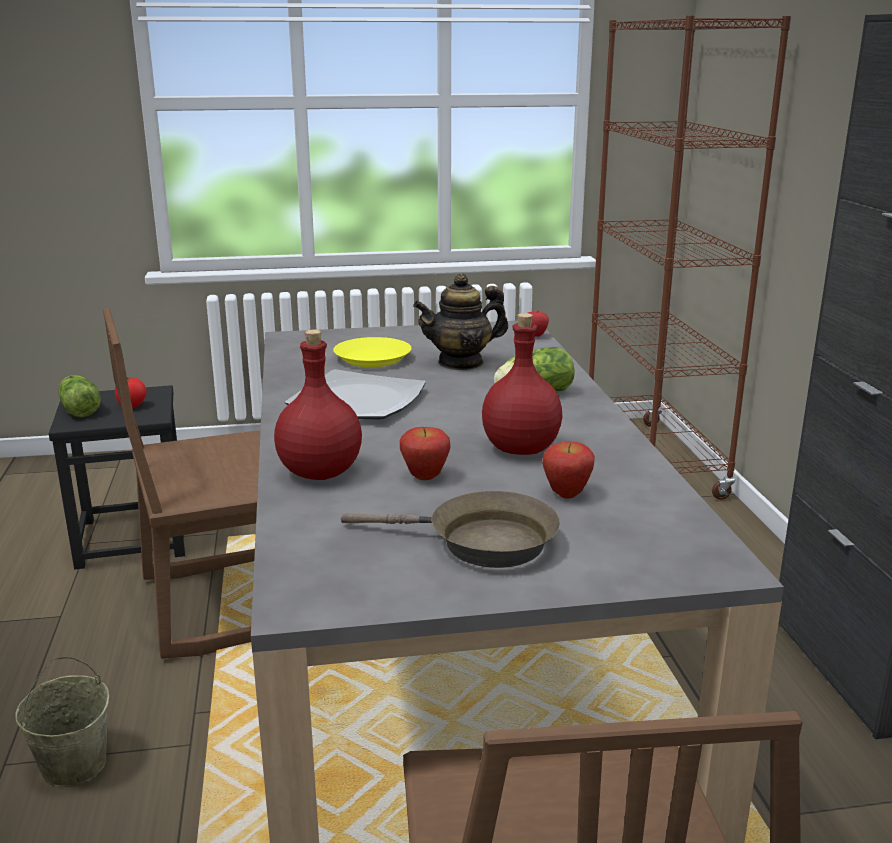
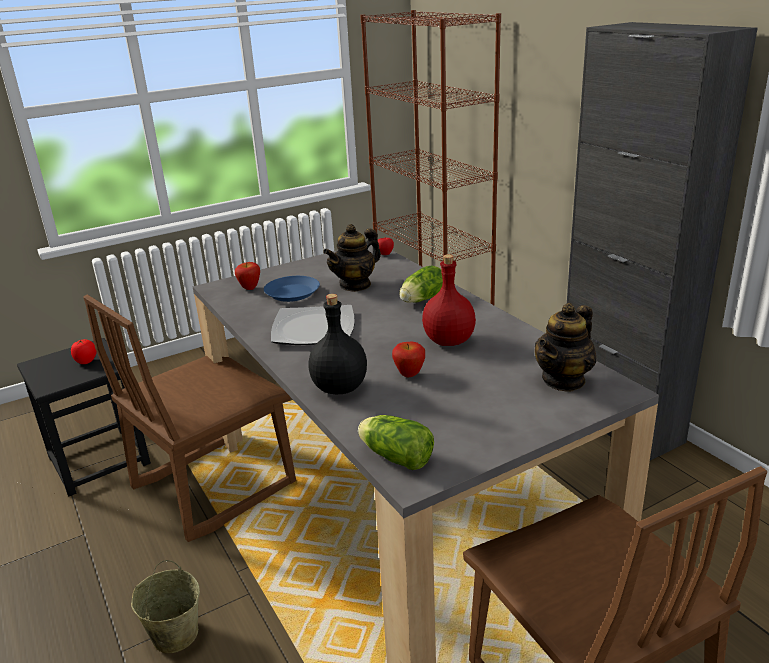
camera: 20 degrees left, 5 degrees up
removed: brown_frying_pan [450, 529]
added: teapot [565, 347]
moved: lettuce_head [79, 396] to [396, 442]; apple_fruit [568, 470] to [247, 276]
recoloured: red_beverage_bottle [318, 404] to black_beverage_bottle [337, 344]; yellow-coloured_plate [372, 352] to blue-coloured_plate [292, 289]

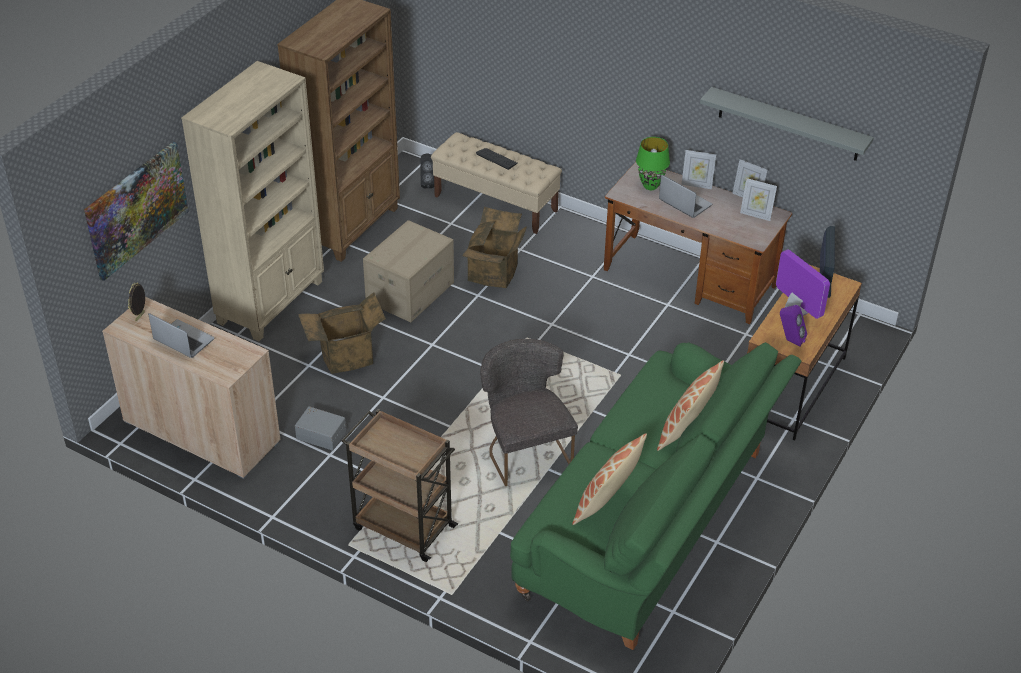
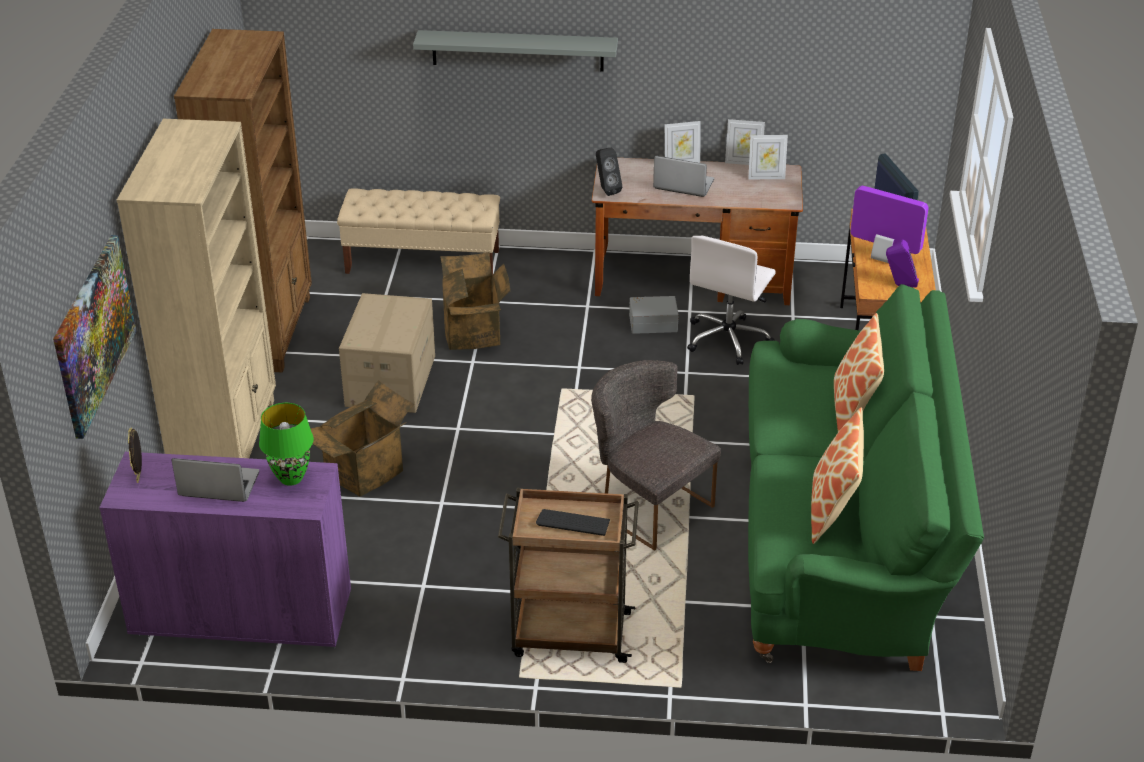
camera: 25 degrees left, 5 degrees down
added: white-coloured_computer_chair [731, 300]
moved: greyish_storage_container [320, 428] to [654, 315]; black_audio_speaker [427, 170] to [609, 172]; computer_keyboard [496, 159] to [573, 522]; green_tabletop_lamp [653, 163] to [286, 444]; greyish_shelf [787, 124] to [515, 51]
recoloured: beige_cupboard [191, 388] to purple_cupboard [225, 550]

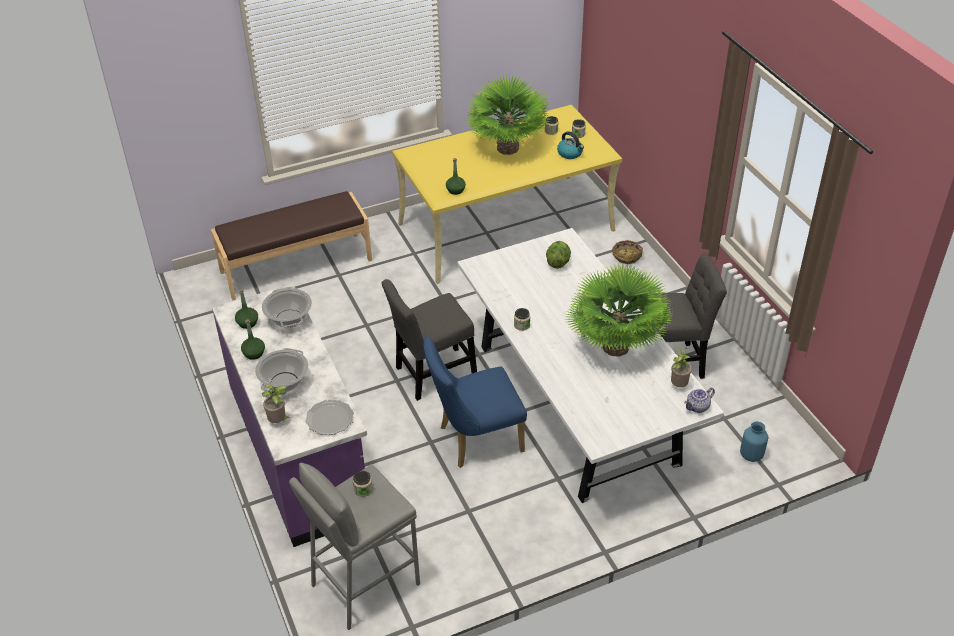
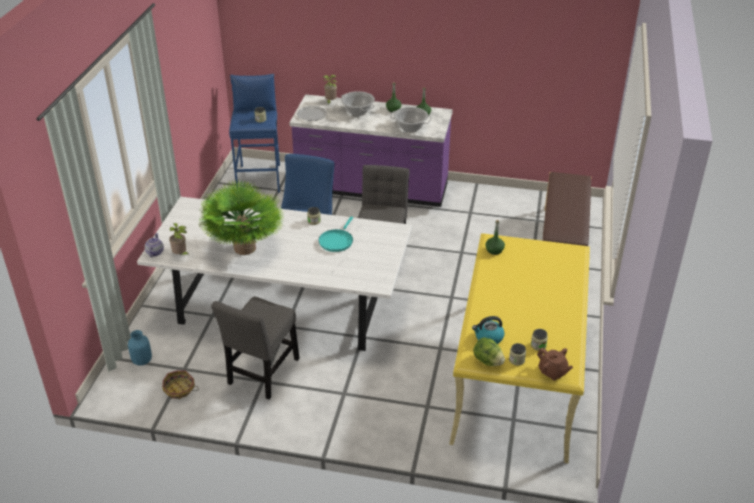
camera: 125 degrees right, 5 degrees down
removed: plant_in_a_pot [508, 114]
added: turquoise-coloured_frying_pan [336, 234]; brown_teapot [555, 363]
moved: lettuce_head [558, 255] to [489, 351]; basket [627, 252] to [180, 384]
recoloured: greyish_stool [354, 546] to blue-coloured_stool [254, 133]

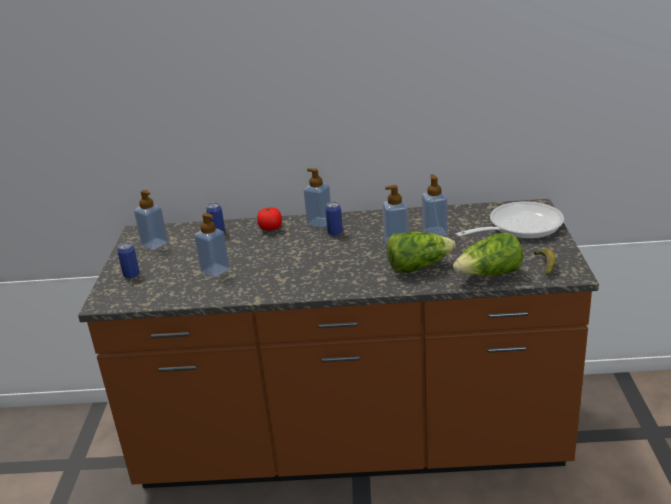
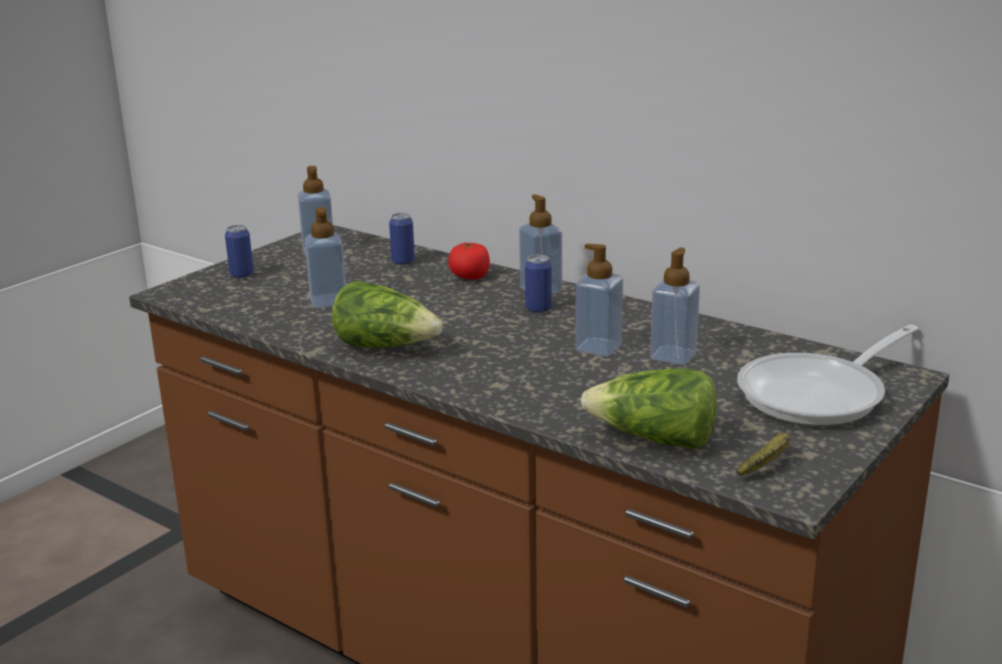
camera: 35 degrees right, 5 degrees down
moved: lettuce_head [421, 252] to [387, 314]
turned: frying_pan [510, 220] = [828, 375] 135 degrees clockwise

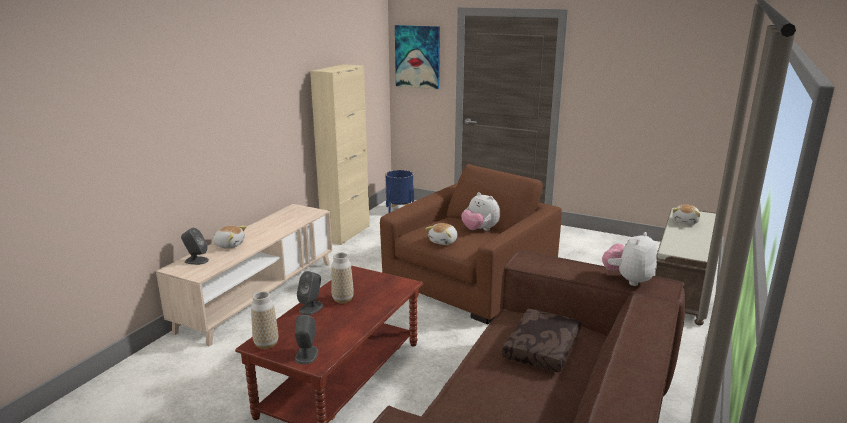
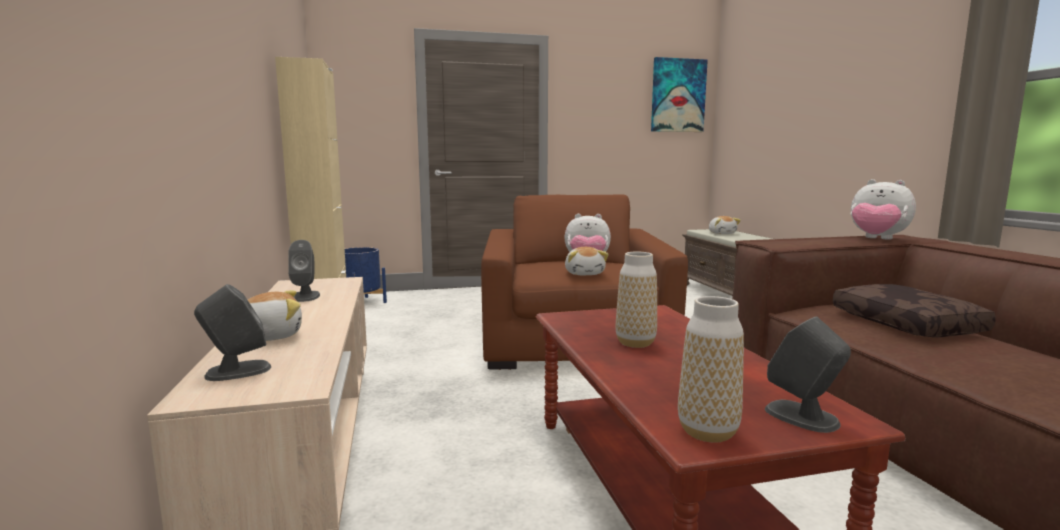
camera: 40 degrees left, 10 degrees down
moved: greyish_audio_speaker [310, 293] to [304, 271]; wall_art [417, 57] to [679, 94]
turned: soft_toy [629, 259] = [883, 209] 45 degrees counterclockwise

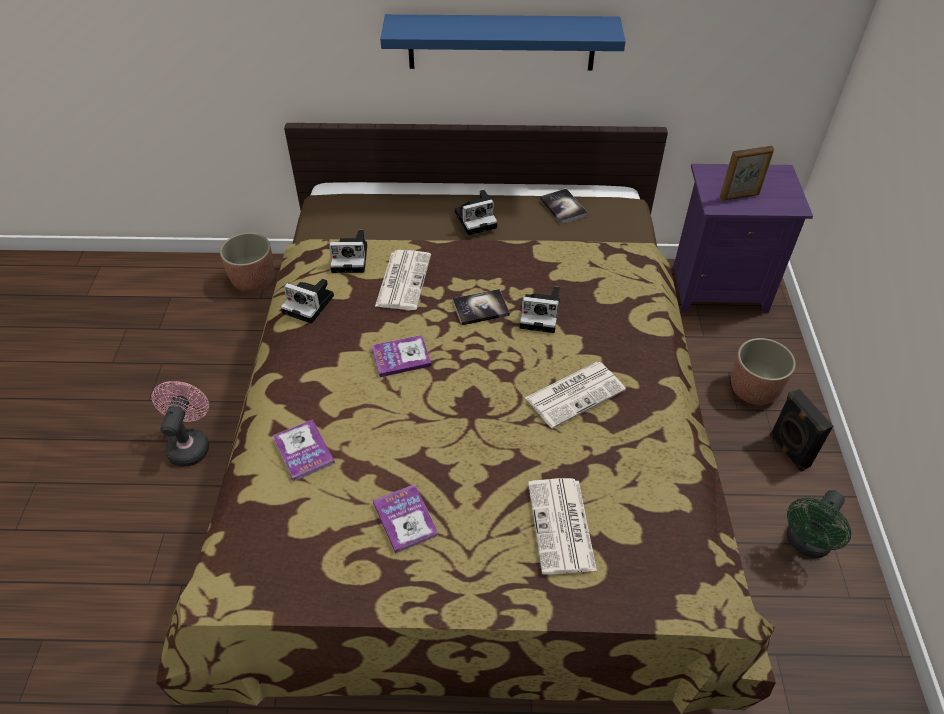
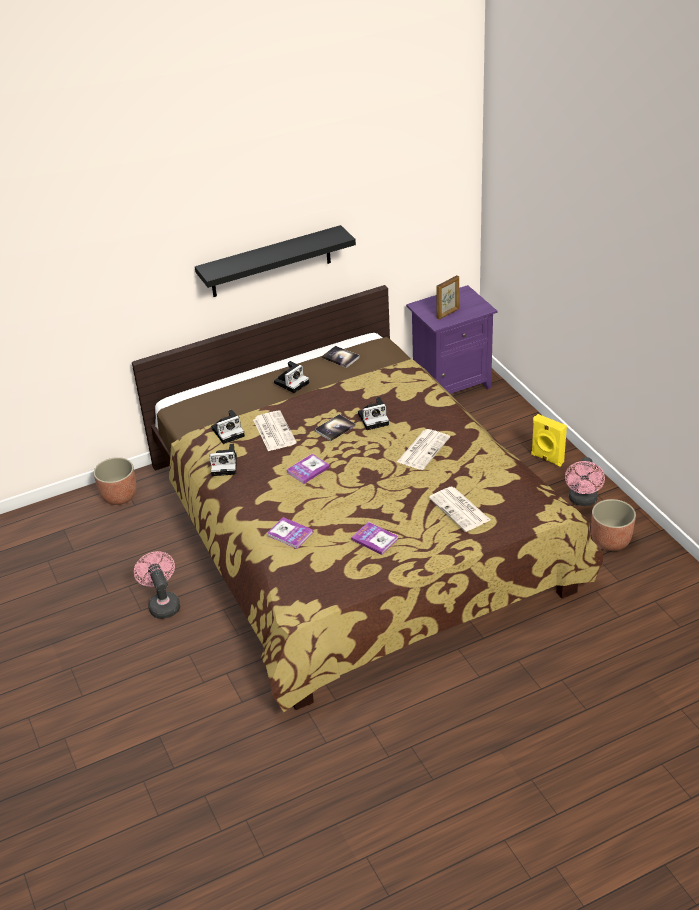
camera: 25 degrees left, 10 degrees down
moved: flower_pot [763, 371] to [613, 525]
recoloured: blue-coloured_shelf [503, 42] to black_shelf [275, 261]; black_audio_speaker [801, 430] to yellow-coloured_audio_speaker [549, 440]; green_cooling_fan [819, 524] to pink_cooling_fan [585, 481]

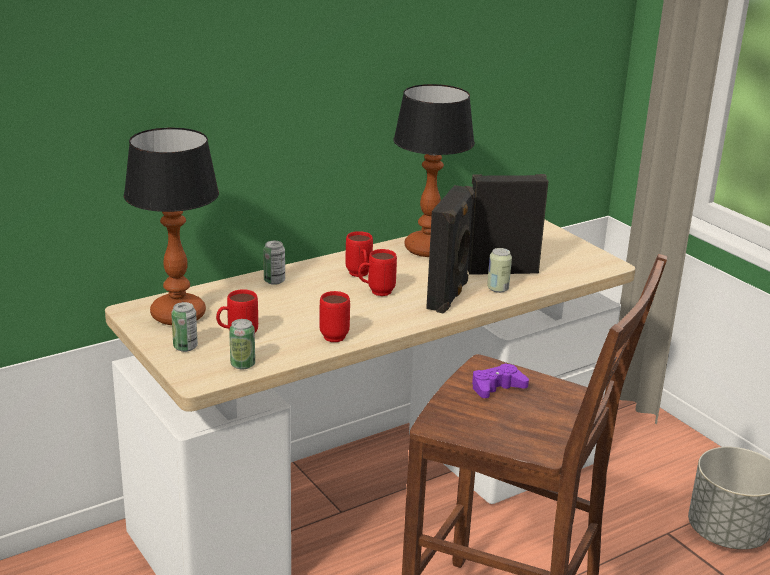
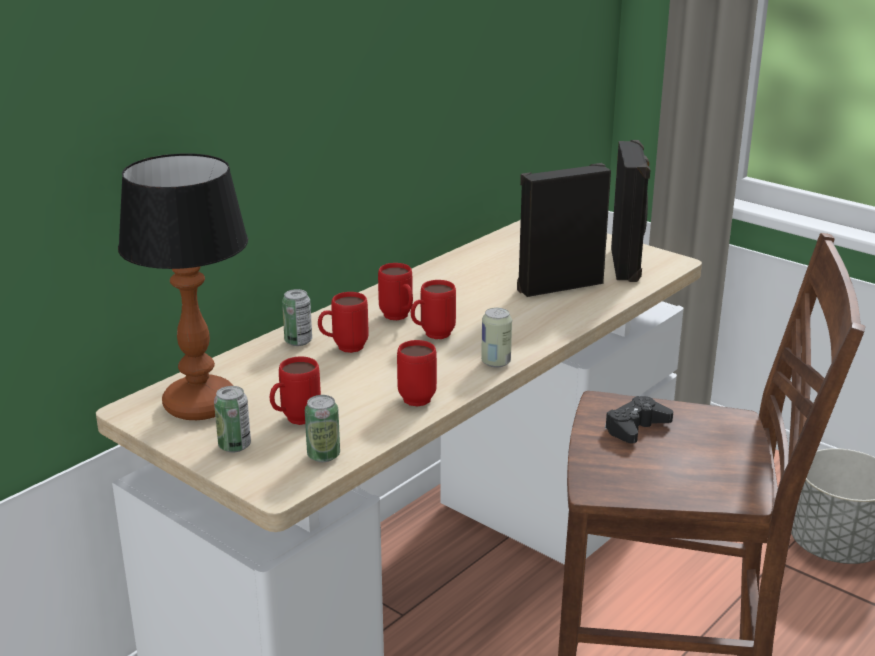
camera: 15 degrees left, 0 degrees up
removed: tabletop_lamp [434, 170]
added: red_mug [343, 322]
moved: black_audio_speaker [450, 249] to [630, 211]; can [499, 270] to [496, 337]
recoloured: purple_joypad [500, 380] to black_joypad [639, 420]

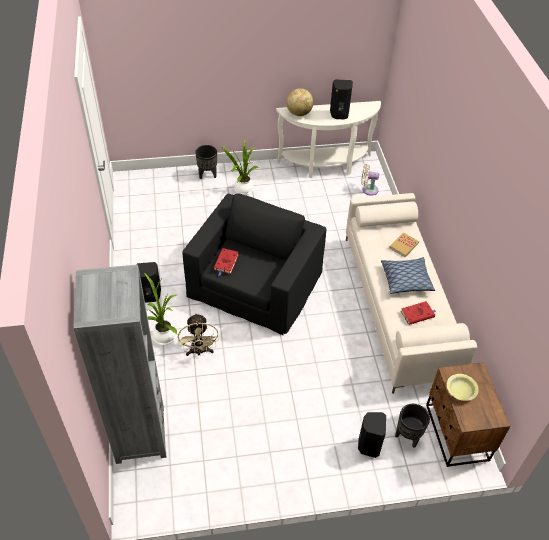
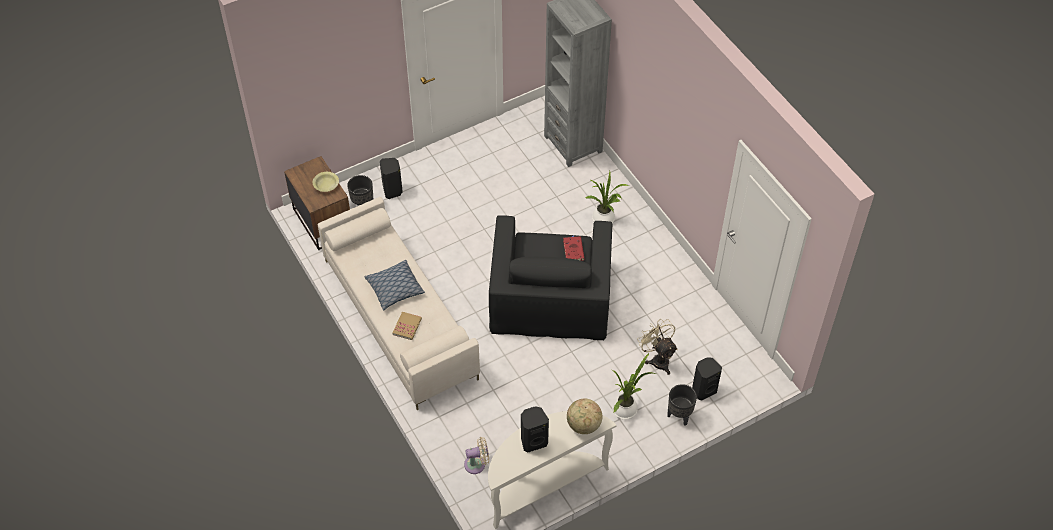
camera: 160 degrees right, 5 degrees up
removed: red_volume [418, 313]
moved: black_audio_speaker [148, 282] to [707, 379]; beige_cooling_fan [198, 334] to [657, 347]

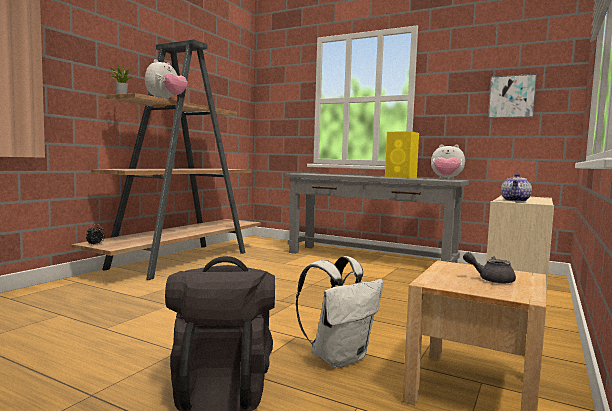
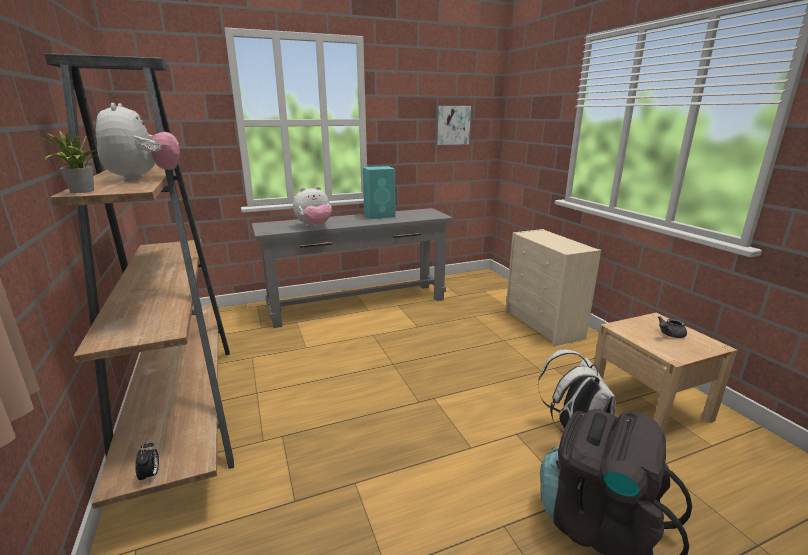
camera: 50 degrees left, 15 degrees up
removed: teapot [516, 187]
moved: soft_toy [448, 162] to [312, 206]
recoloured: yellow-coloured_audio_speaker [402, 154] to turquoise-coloured_audio_speaker [379, 192]

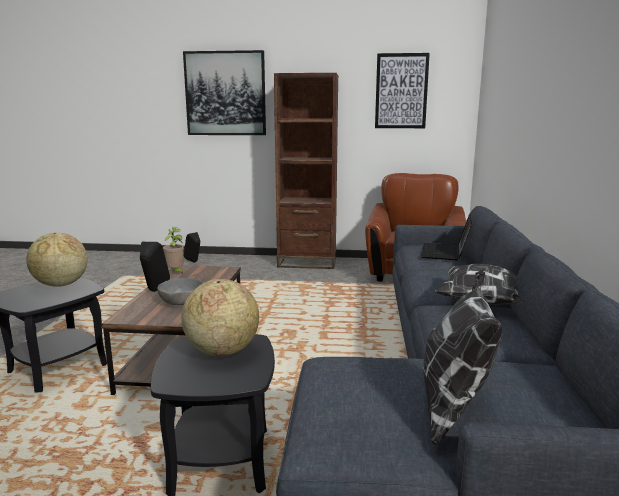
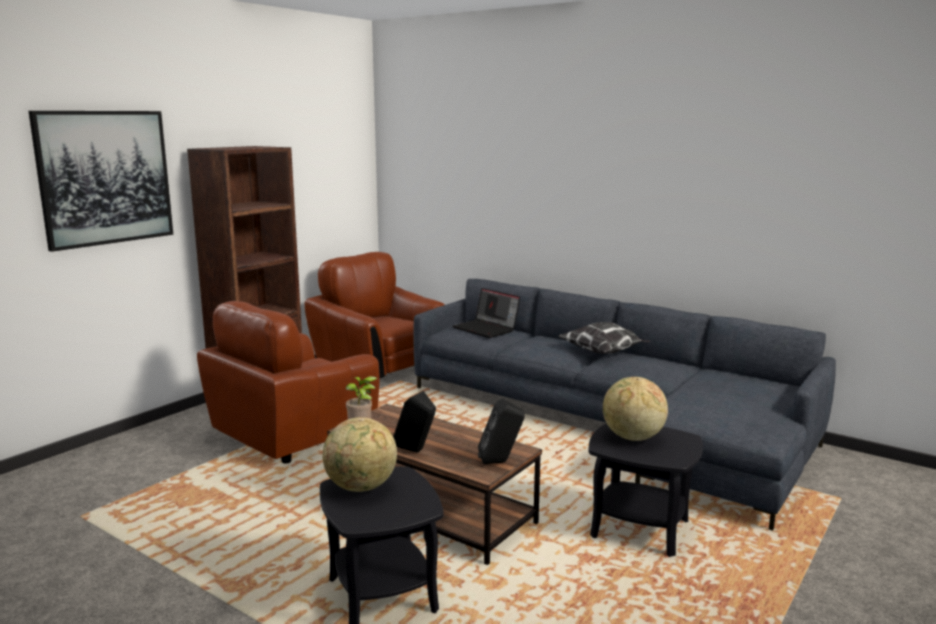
camera: 60 degrees left, 0 degrees up
removed: greyish_serving_bowl [180, 291]; wall_art [402, 90]; throw_pillow [463, 358]
added: brown_lounge_chair [288, 382]
moved: black_audio_speaker [192, 247] to [501, 431]

